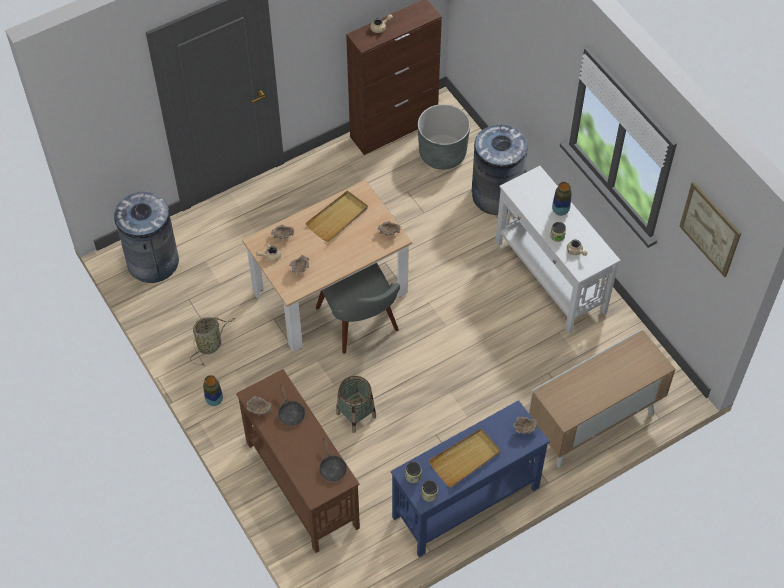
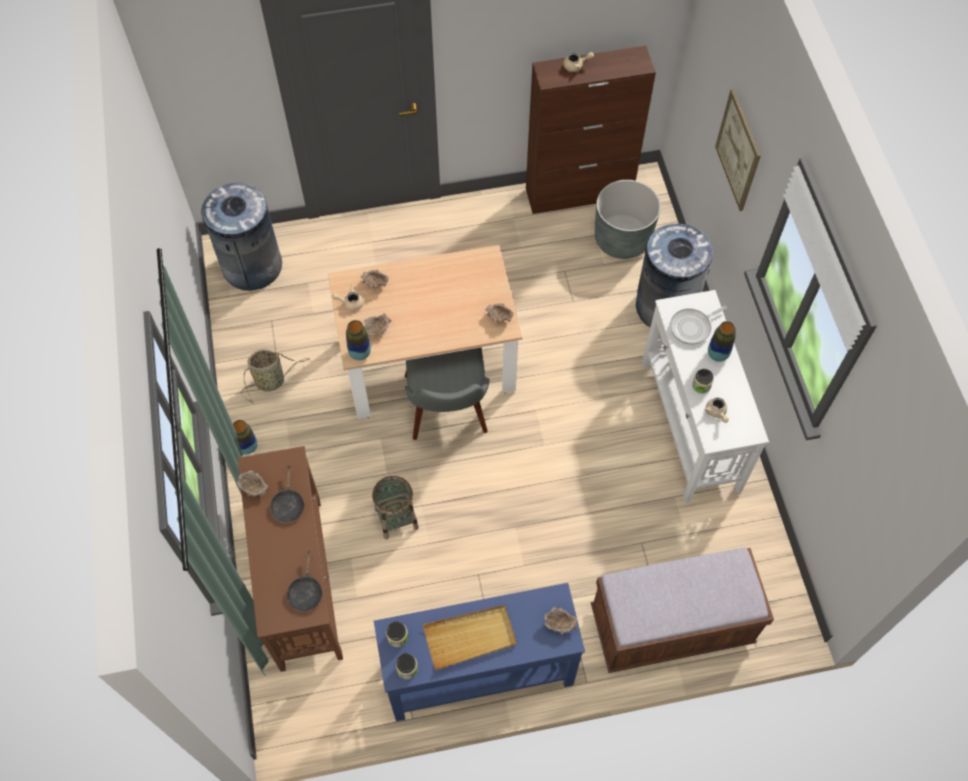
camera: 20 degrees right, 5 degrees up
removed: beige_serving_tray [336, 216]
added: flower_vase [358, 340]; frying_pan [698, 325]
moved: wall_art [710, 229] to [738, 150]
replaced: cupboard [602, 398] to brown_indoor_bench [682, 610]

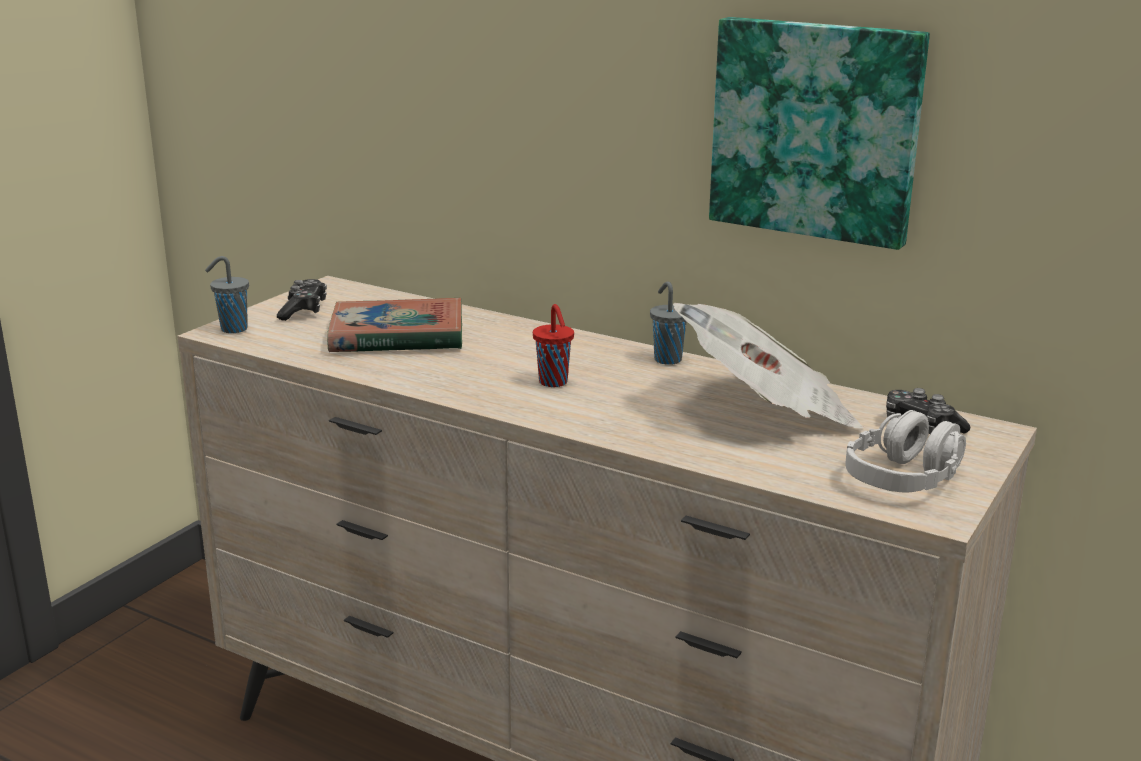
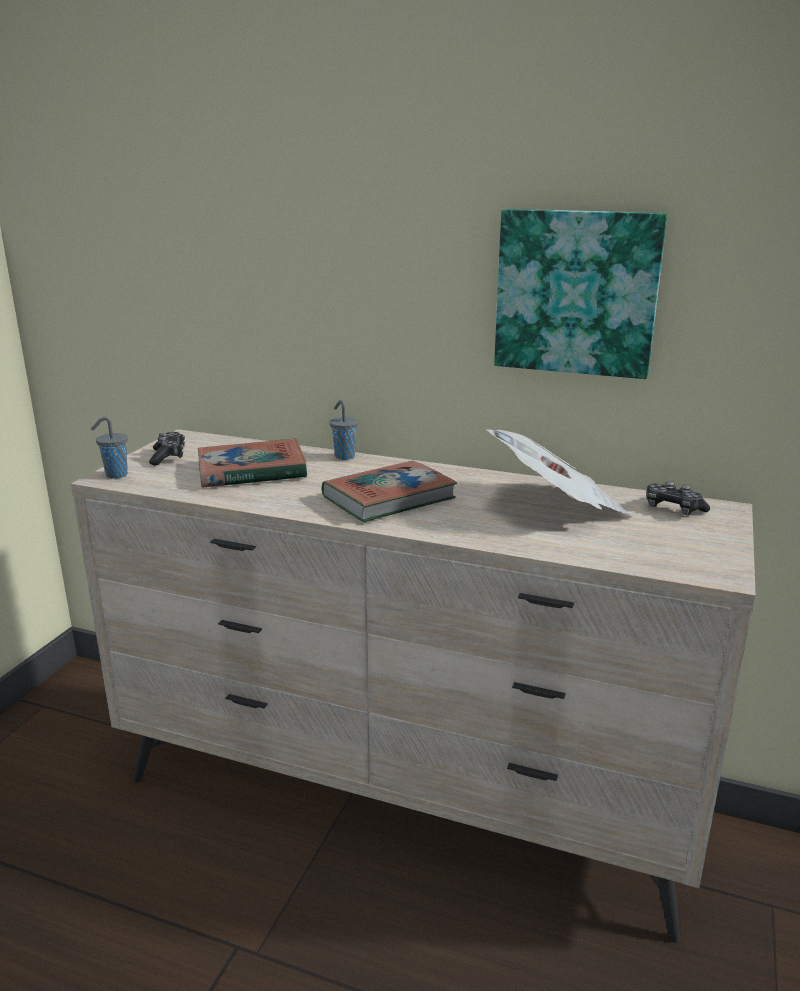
camera: 10 degrees left, 0 degrees up
removed: greyish_pair_of_headphones [906, 451]
moved: greyish_small_cup [668, 323] to [344, 430]
replaced: red_small_cup [553, 345] to volume [389, 491]

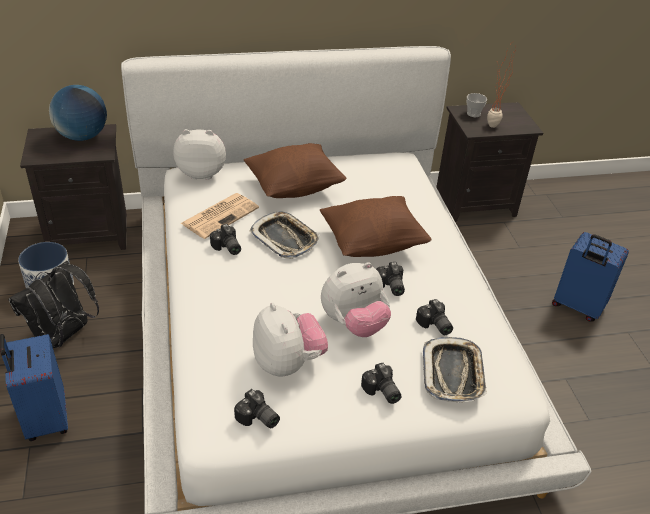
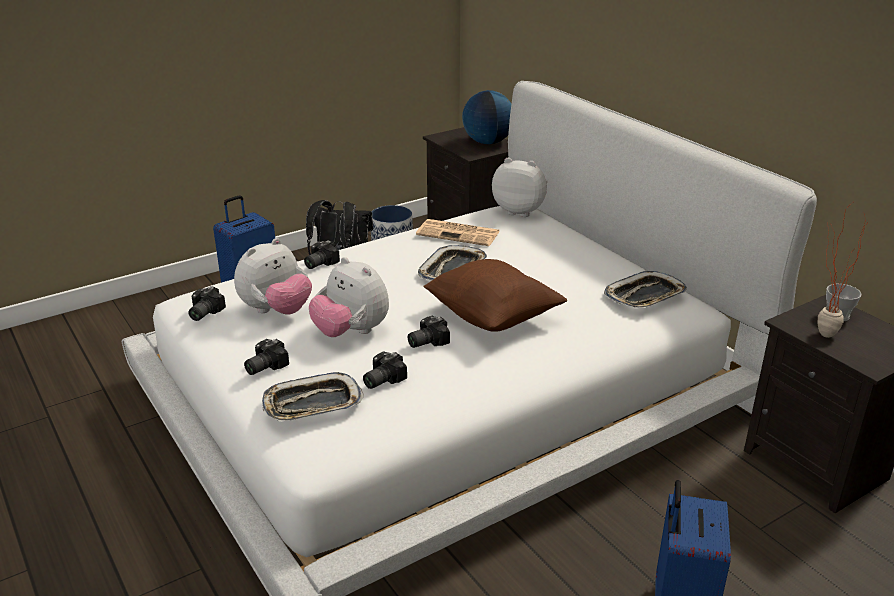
camera: 70 degrees right, 10 degrees down
removed: brown_throw_pillow [295, 170]
added: serving_tray [645, 289]
moved: photo_camera [225, 239] to [322, 254]
turned: soft_toy [199, 154] = [520, 187] 45 degrees counterclockwise

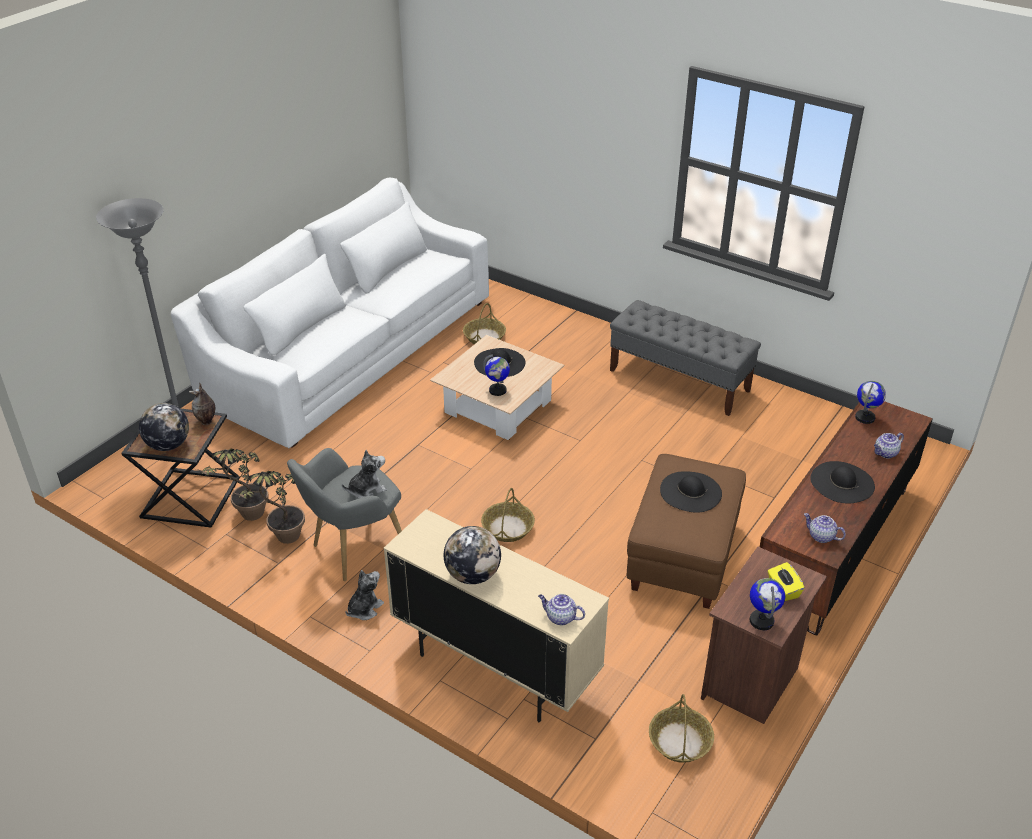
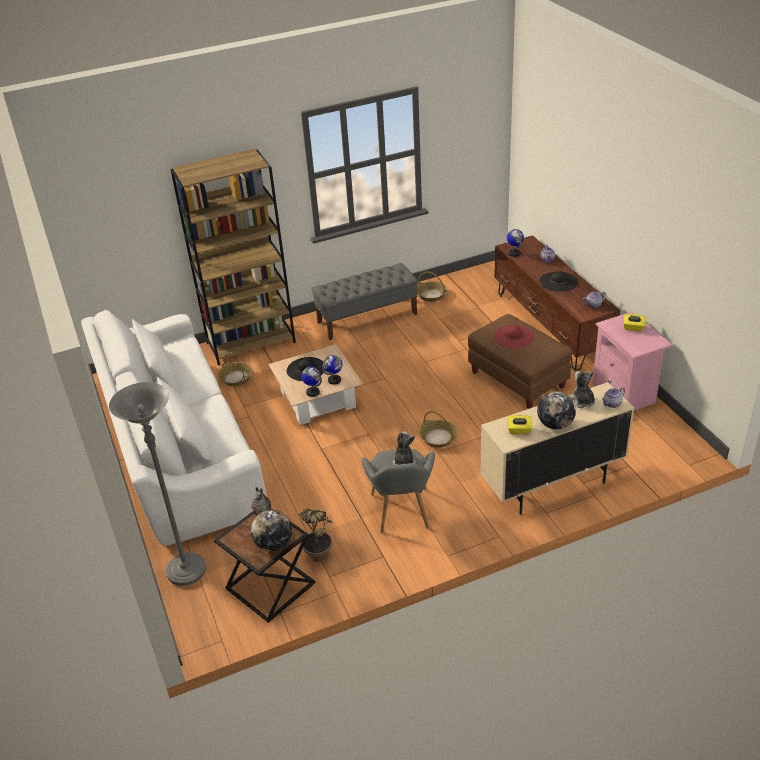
camera: 55 degrees left, 0 degrees up
removed: plant_in_a_pot [268, 507]
added: brown_bookshelf [233, 257]; yellow-coloured_tissue_holder [519, 424]
moved: soft_toy [365, 595] to [582, 389]; basket [681, 728] to [432, 287]; world_globe [767, 604] to [312, 382]
recoloured: black_wearable_hat [691, 492] to red_wearable_hat [513, 336]; brown_bedside_table [764, 635] to pink_bedside_table [632, 361]

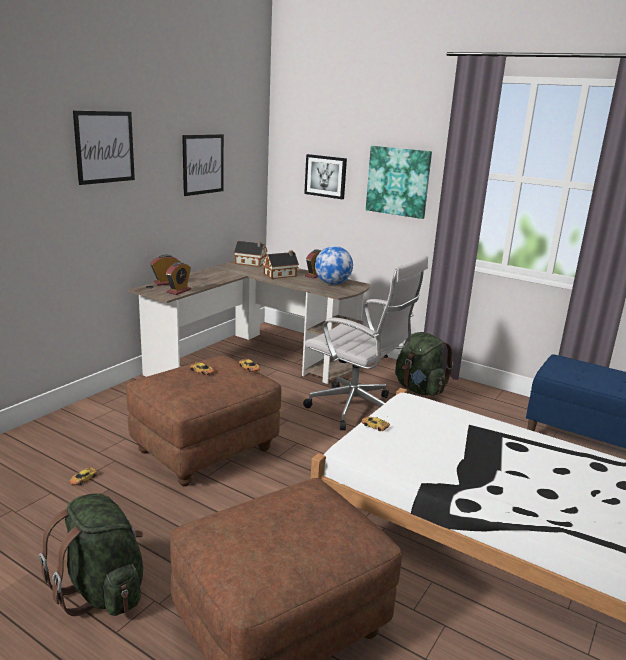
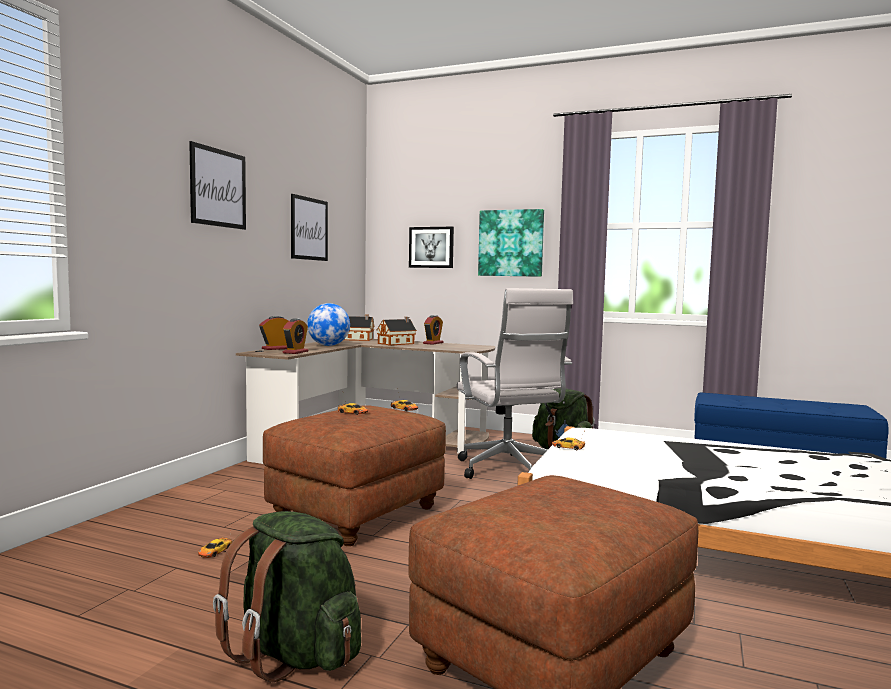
camera: 10 degrees left, 15 degrees down
moved: world_globe [334, 265] to [328, 324]
turned: white-coloured_computer_chair [365, 342] = [515, 383] 45 degrees clockwise

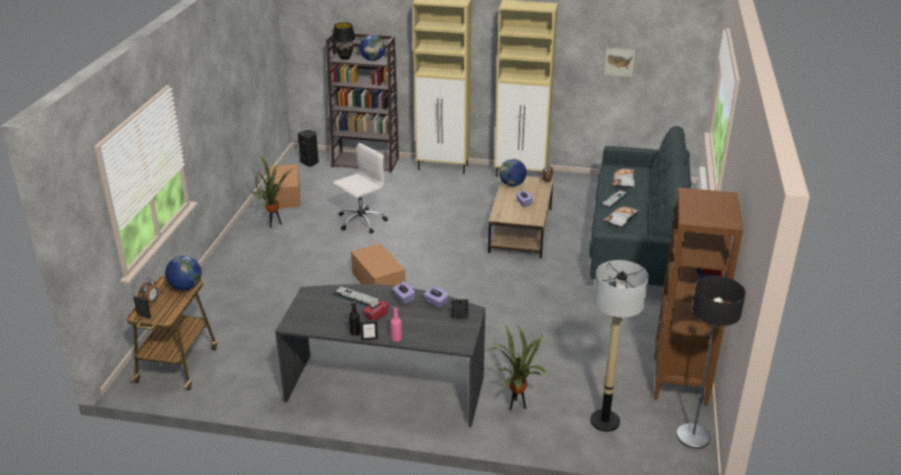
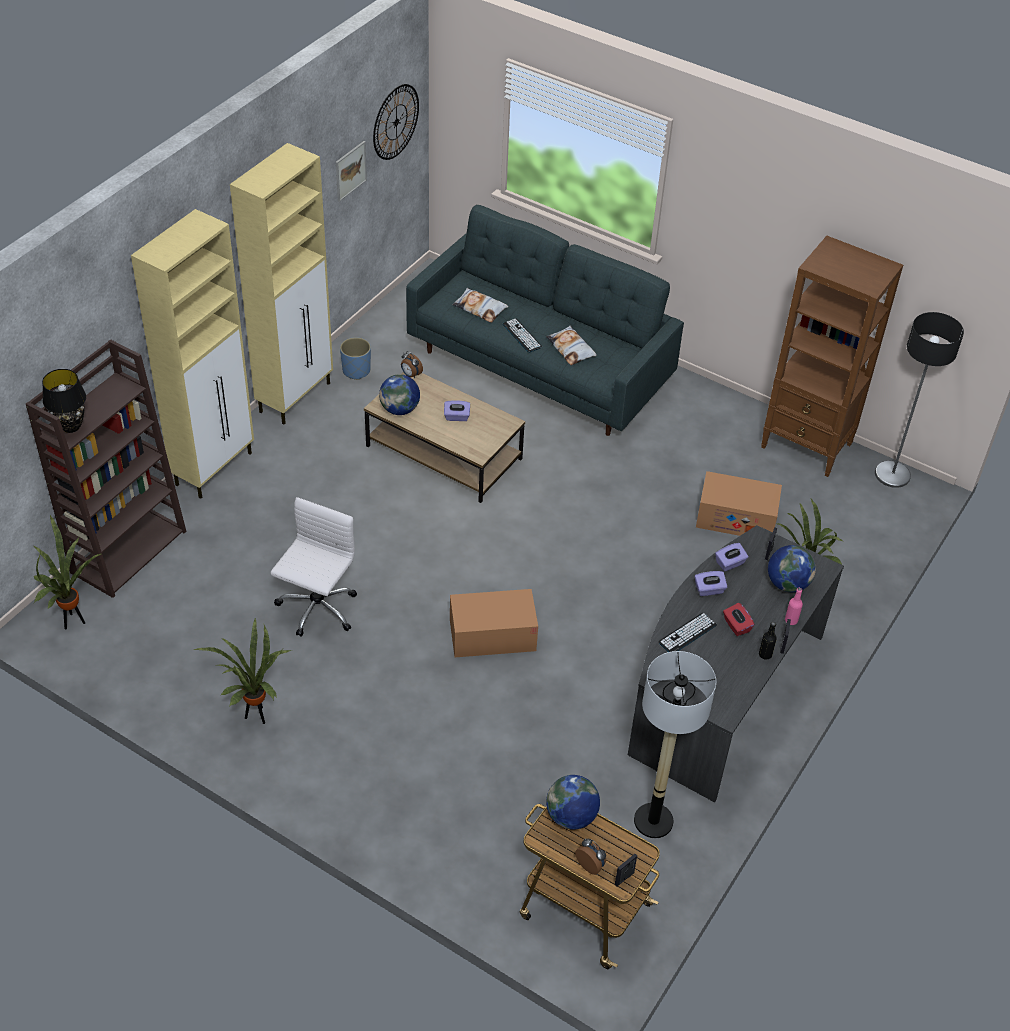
camera: 70 degrees left, 15 degrees up
added: blue-coloured_flower_pot [355, 358]; wall_clock [396, 122]
moved: carton [285, 186] to [739, 503]; world_globe [372, 48] to [792, 568]; standard_lamp [619, 346] to [675, 744]
replaced: black_audio_speaker [308, 148] to plant_in_a_pot [67, 572]
turned: white-coloured_computer_chair [360, 188] = [314, 567] 45 degrees clockwise

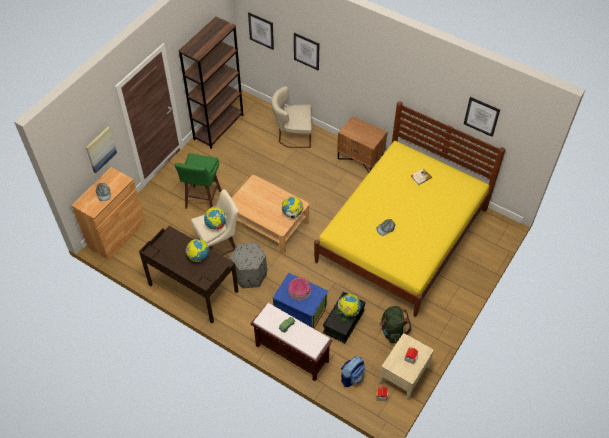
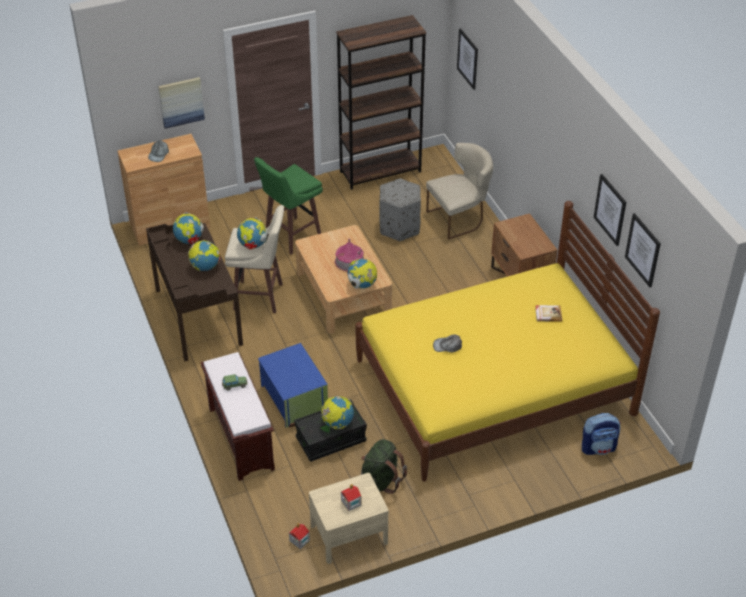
camera: 35 degrees right, 10 degrees down
added: world_globe [188, 228]
moved: greyish_ottoman [248, 265] to [400, 209]; model_house [299, 289] to [349, 255]; wall_art [306, 51] to [609, 210]; backpack [353, 371] to [601, 434]
turned: beige_plain_chair [291, 117] = [459, 191] 120 degrees clockwise

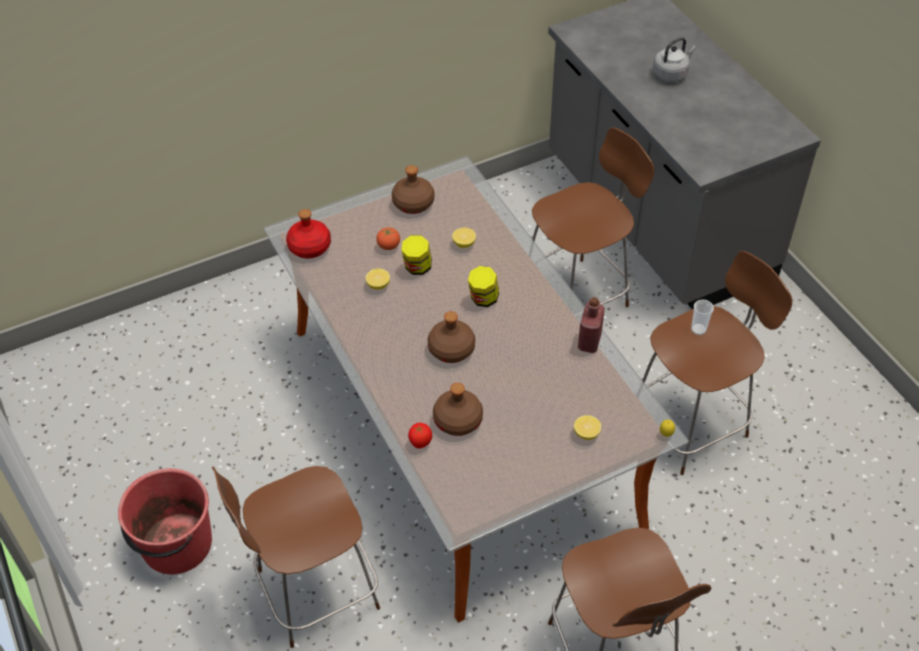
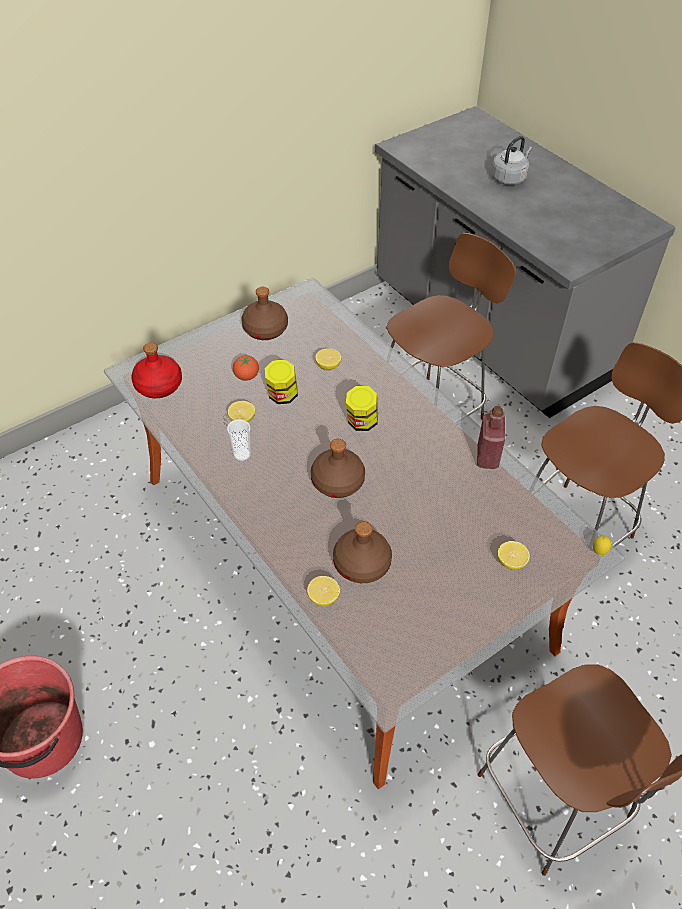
camera: 10 degrees left, 0 degrees up
removed: brown_stool [296, 557]
moved: small_cup [702, 317] to [239, 440]
replaced: fresh_tomato [420, 435] to whole_lemon [323, 591]

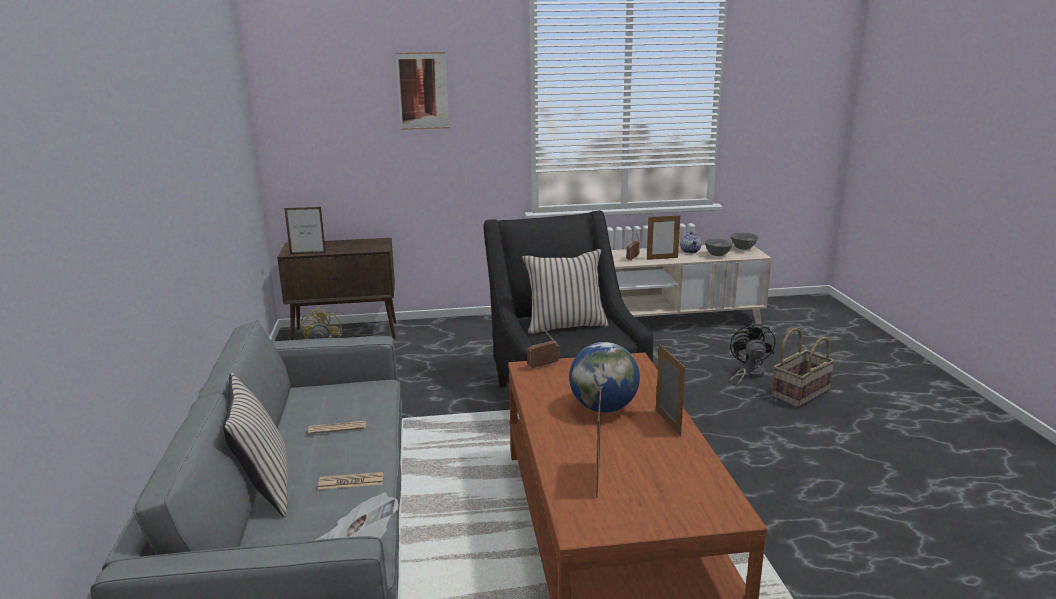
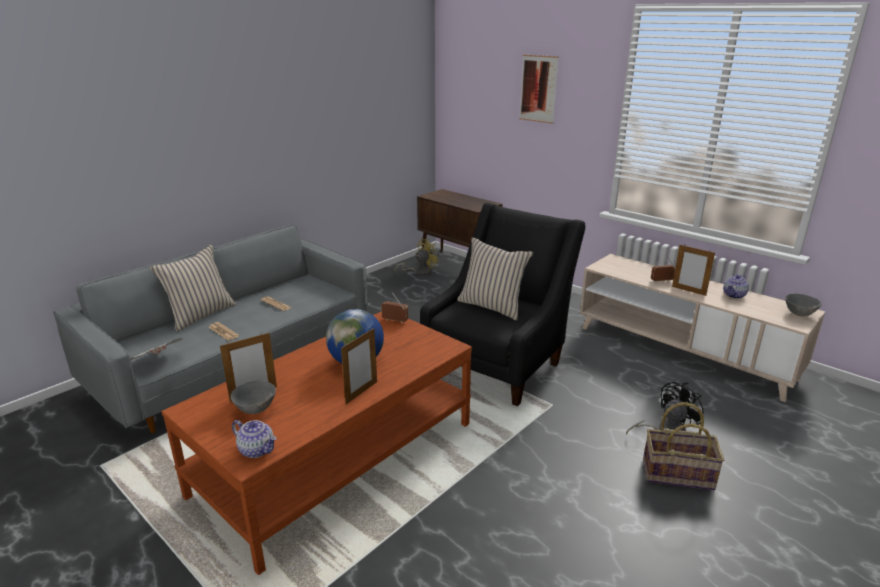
camera: 50 degrees right, 5 degrees up
removed: picture_frame [305, 230]
added: teapot [254, 439]
moved: greyish_serving_bowl [718, 247] to [253, 397]

